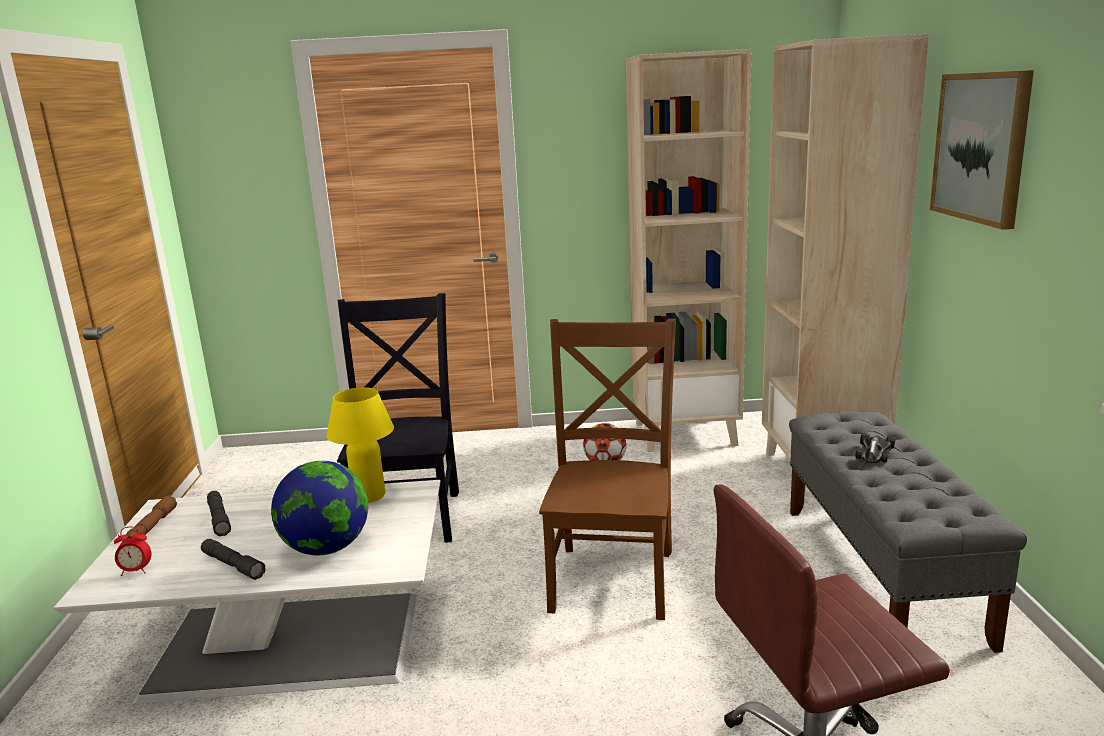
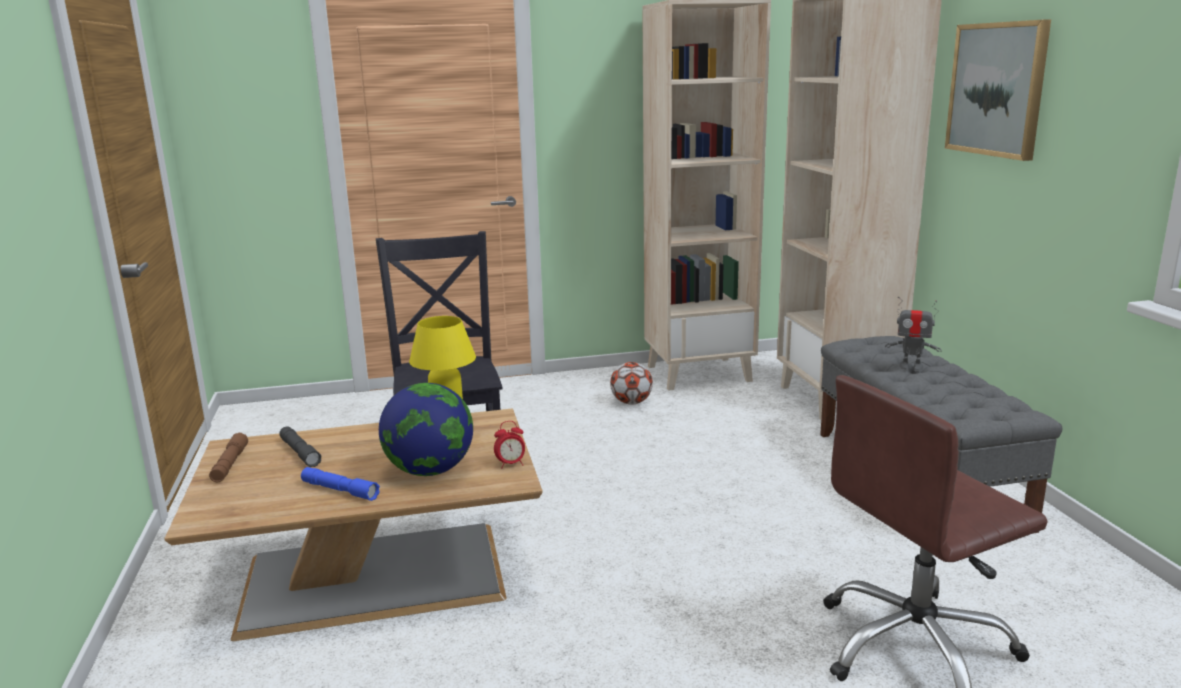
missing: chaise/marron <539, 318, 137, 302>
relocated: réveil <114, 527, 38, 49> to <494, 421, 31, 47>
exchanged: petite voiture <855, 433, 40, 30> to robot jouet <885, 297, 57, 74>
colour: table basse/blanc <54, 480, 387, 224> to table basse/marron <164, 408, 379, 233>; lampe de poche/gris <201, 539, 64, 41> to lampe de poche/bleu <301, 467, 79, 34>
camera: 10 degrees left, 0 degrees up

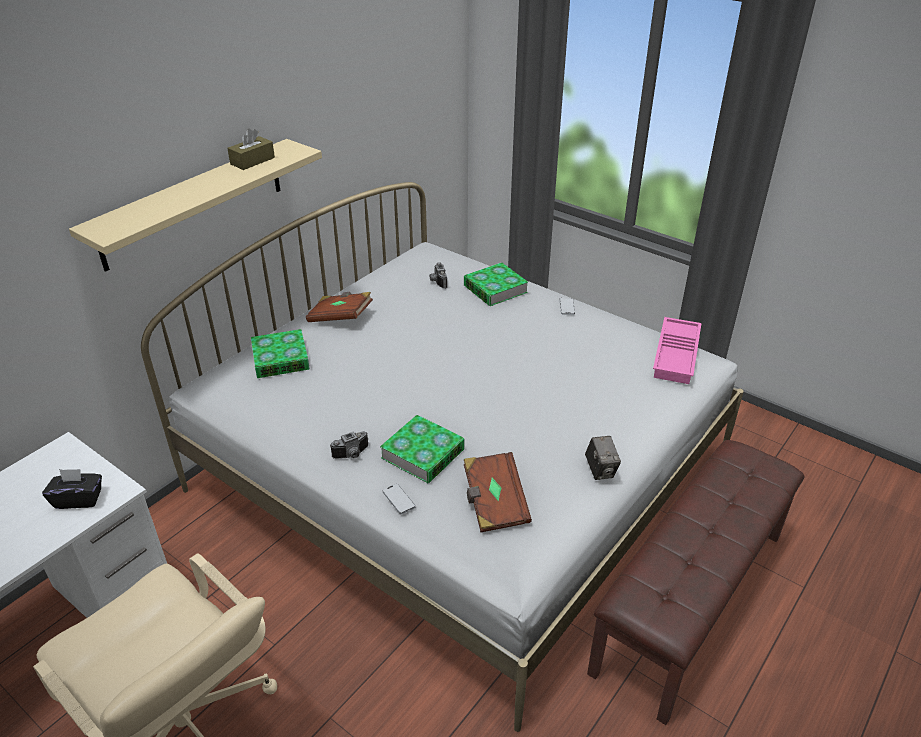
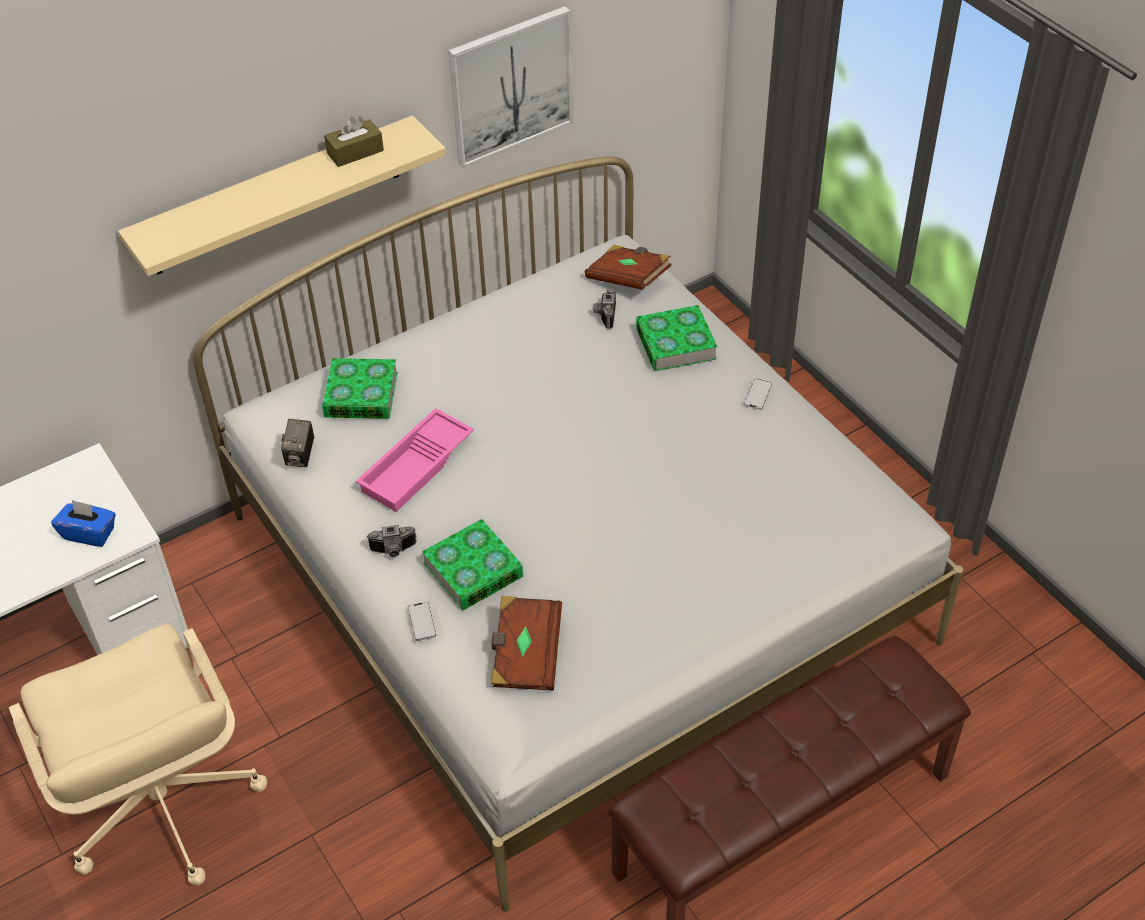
appeared: tableau <448, 6, 125, 162>
relocated: livre/marron <306, 292, 67, 30> to <585, 245, 87, 45>; plateau/rose <653, 317, 49, 67> to <356, 408, 118, 104>; appareil photo <585, 436, 36, 44> to <281, 419, 33, 48>
colour: boîte à mouchoirs/noir <42, 469, 60, 40> to boîte à mouchoirs/bleu <51, 500, 64, 47>
camera: 20 degrees right, 10 degrees up

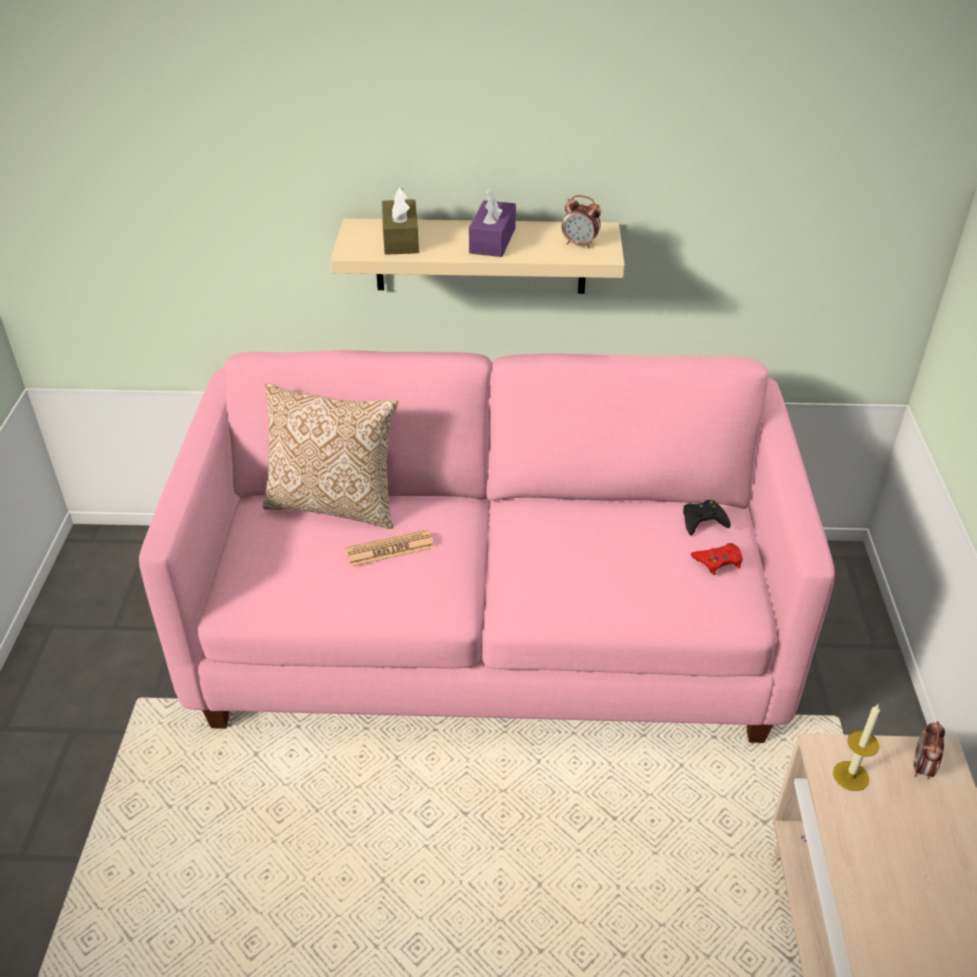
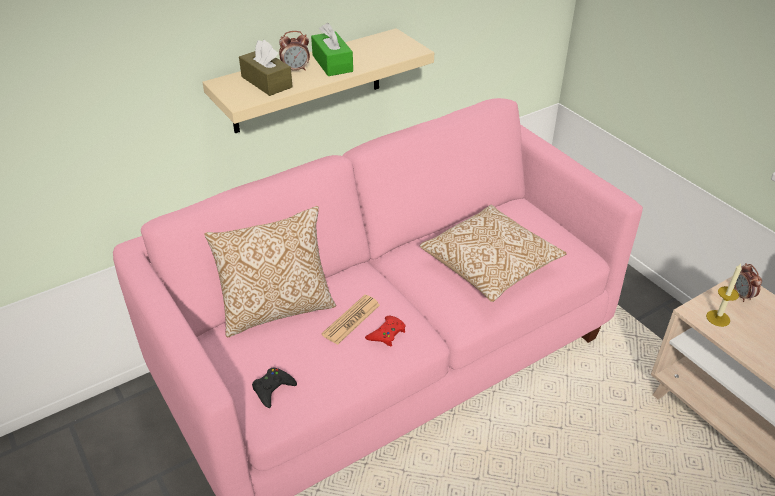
appeared: coussin <420, 205, 147, 97>
relocated: réveil <562, 195, 39, 53> to <279, 31, 31, 40>; manette/noir <683, 500, 48, 35> to <252, 367, 45, 41>; manette/rouge <691, 543, 52, 32> to <365, 316, 40, 30>
colour: boîte à mouchoirs/violet <469, 189, 47, 68> to boîte à mouchoirs/vert <311, 23, 42, 53>
camera: 35 degrees left, 0 degrees up

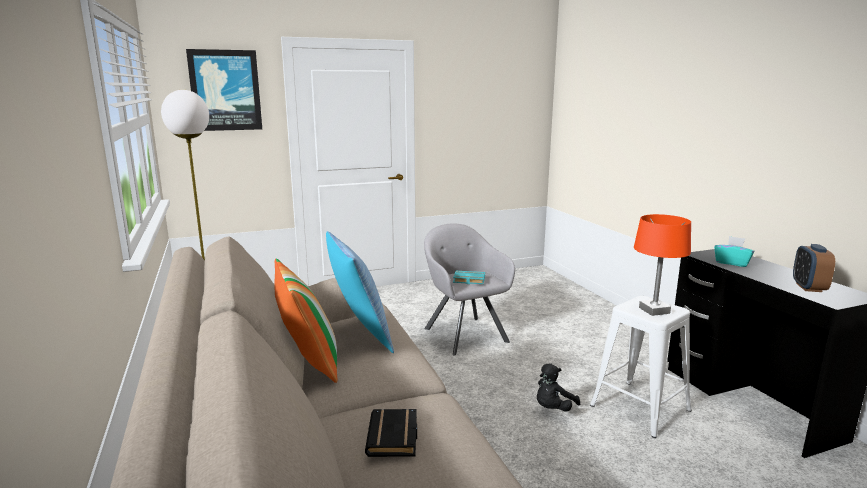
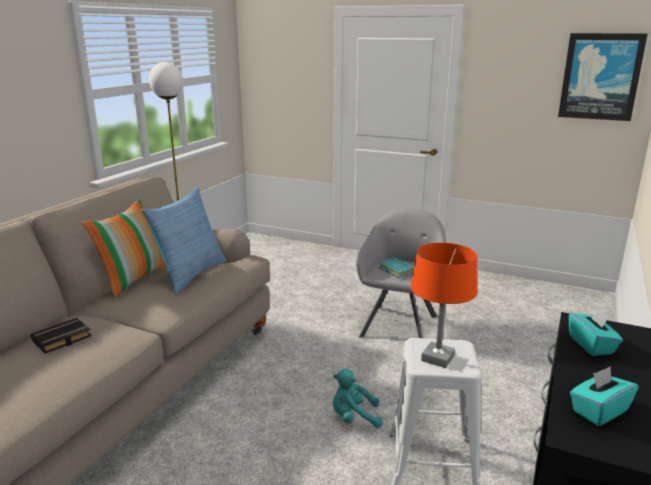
relocated: tableau <186, 49, 76, 82> to <558, 33, 90, 88>
exchanged: réveil <793, 244, 42, 48> to boîte à mouchoirs/turquoise <570, 366, 68, 60>
colour: peluche/noir <537, 364, 43, 48> to peluche/turquoise <333, 369, 50, 59>
camera: 45 degrees right, 5 degrees up

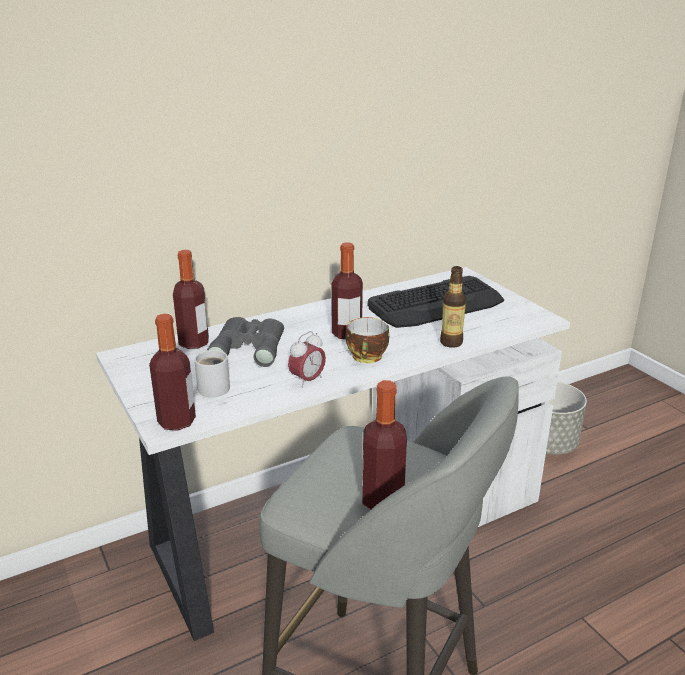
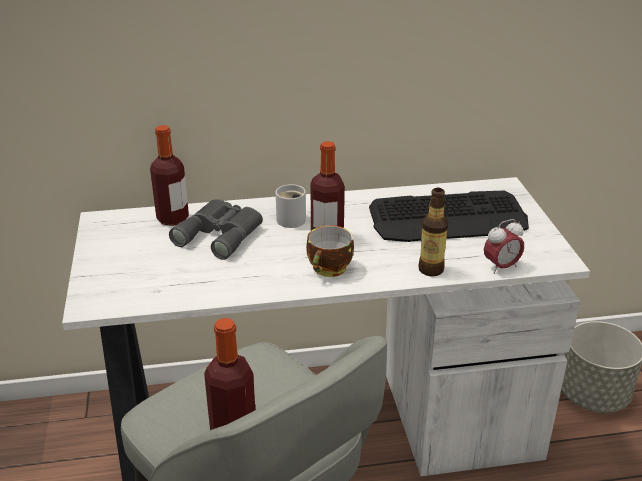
missing: bouteille <149, 314, 47, 117>
relocated: réveil <288, 331, 38, 57> to <484, 219, 40, 55>; mug/blanc <194, 350, 36, 47> to <276, 184, 30, 44>
camera: 20 degrees right, 5 degrees up

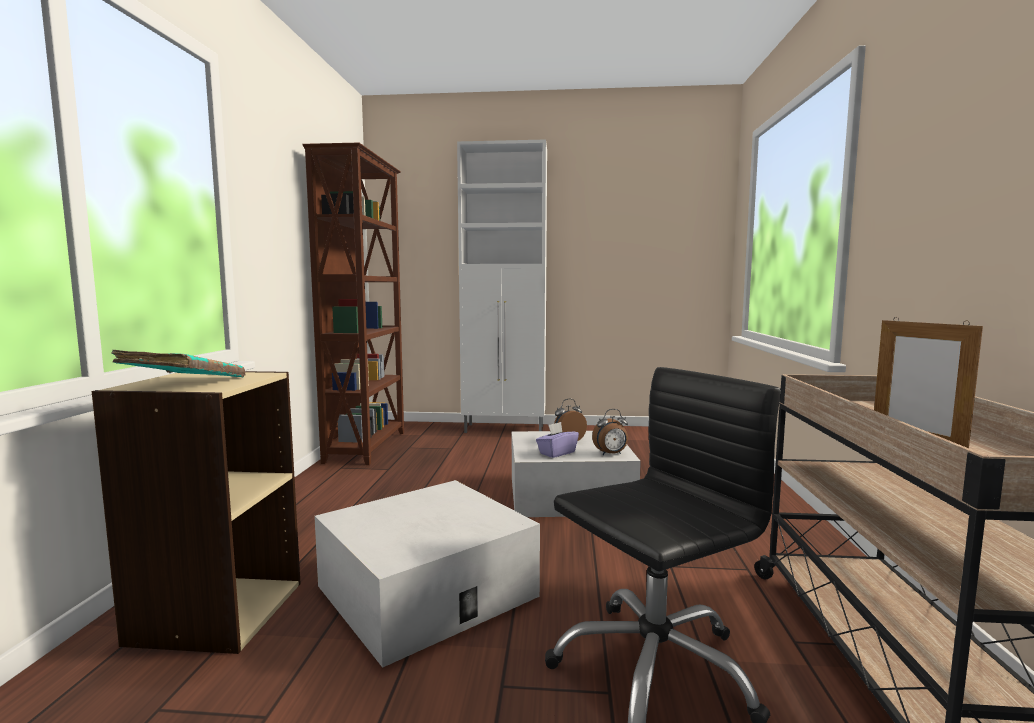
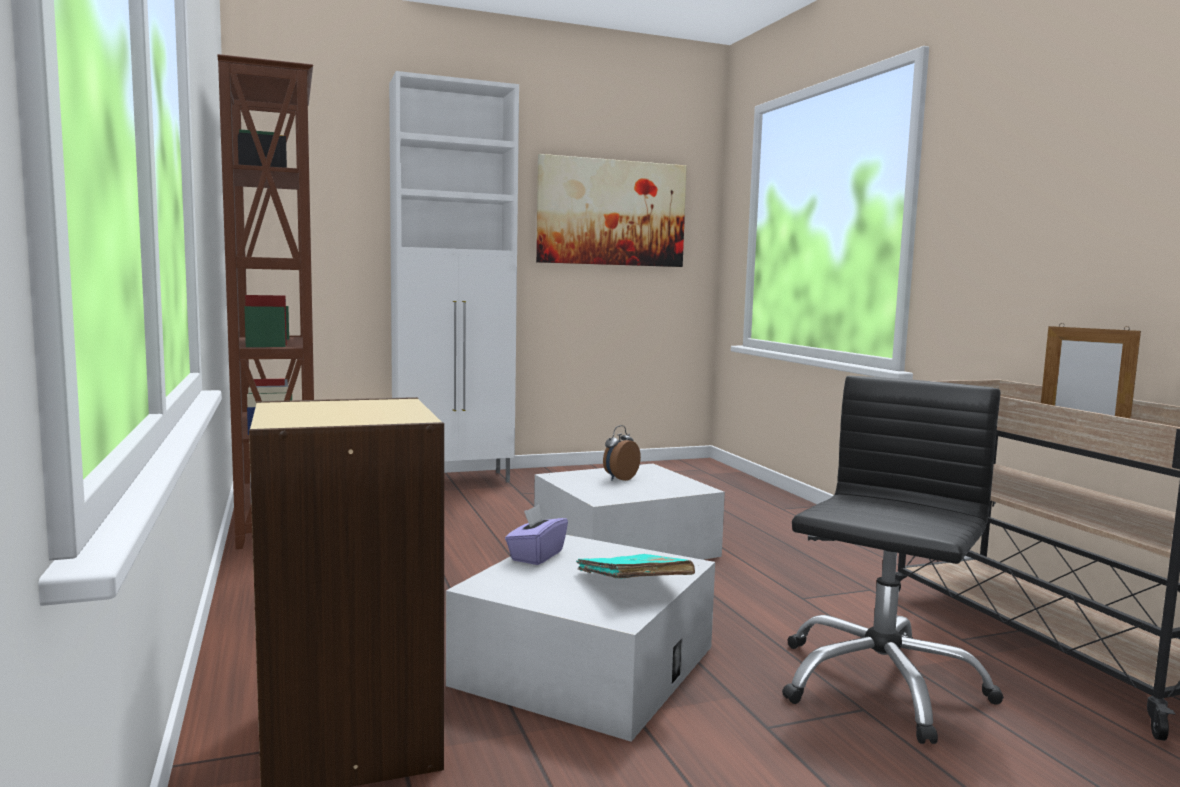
missing: réveil <592, 409, 36, 46>
appeared: tableau <536, 154, 151, 113>
relocated: livre/turquoise <111, 350, 135, 27> to <576, 554, 119, 25>; boîte à mouchoirs/violet <536, 422, 43, 36> to <505, 505, 63, 60>
camera: 25 degrees left, 0 degrees up

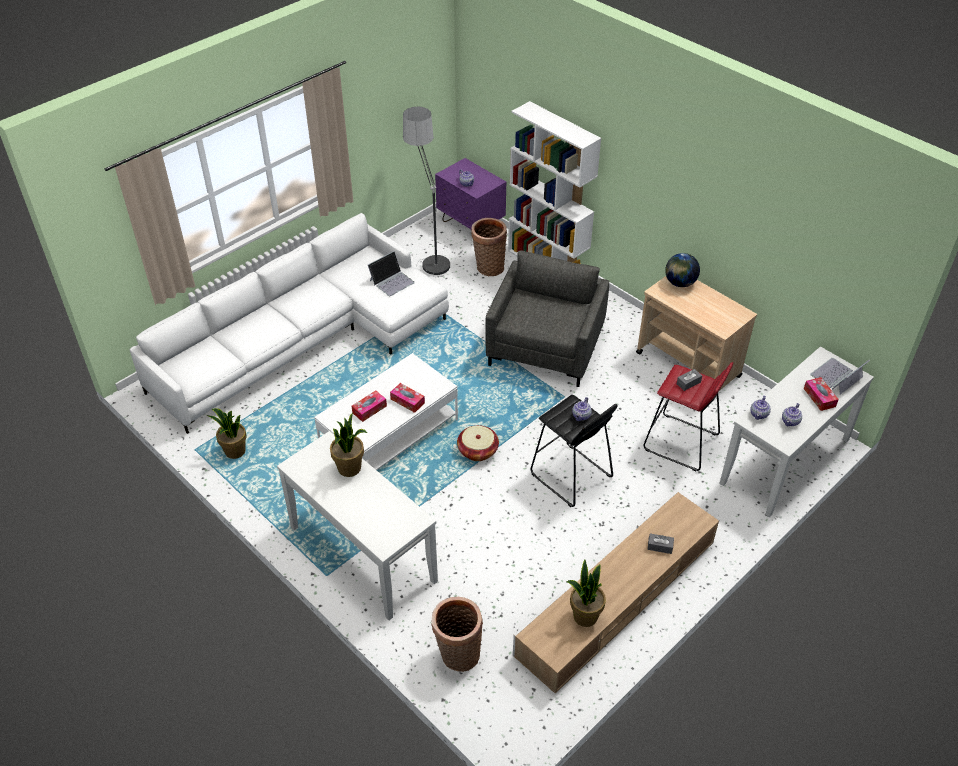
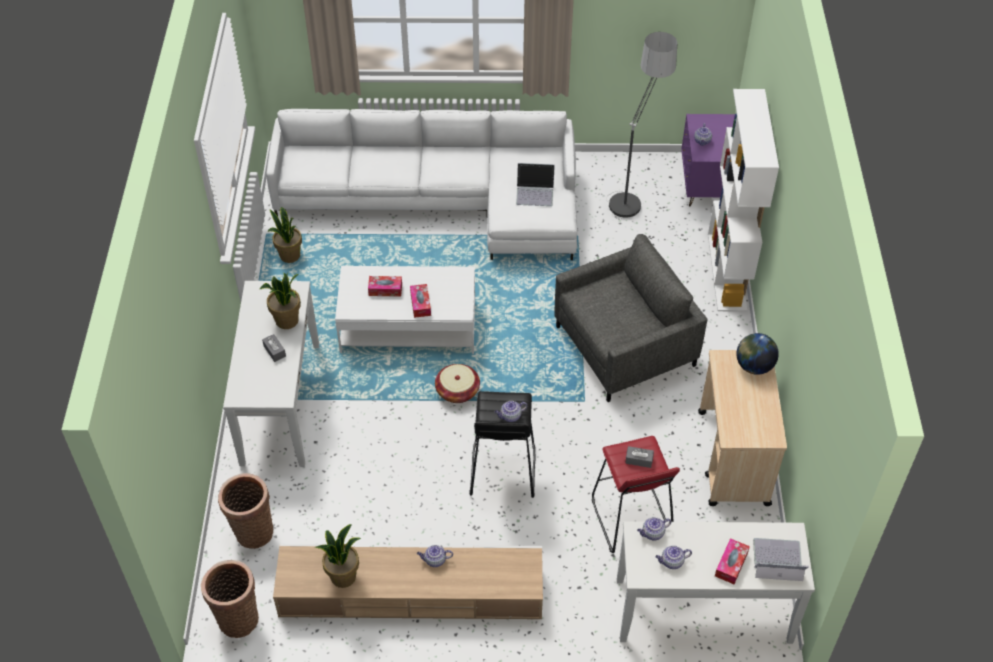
appeared: théière <417, 545, 36, 22>
relocated: panier <471, 218, 36, 58> to <201, 560, 58, 78>; boîte à mouchoirs/gris <647, 534, 27, 20> to <262, 334, 24, 28>
camera: 45 degrees right, 5 degrees up

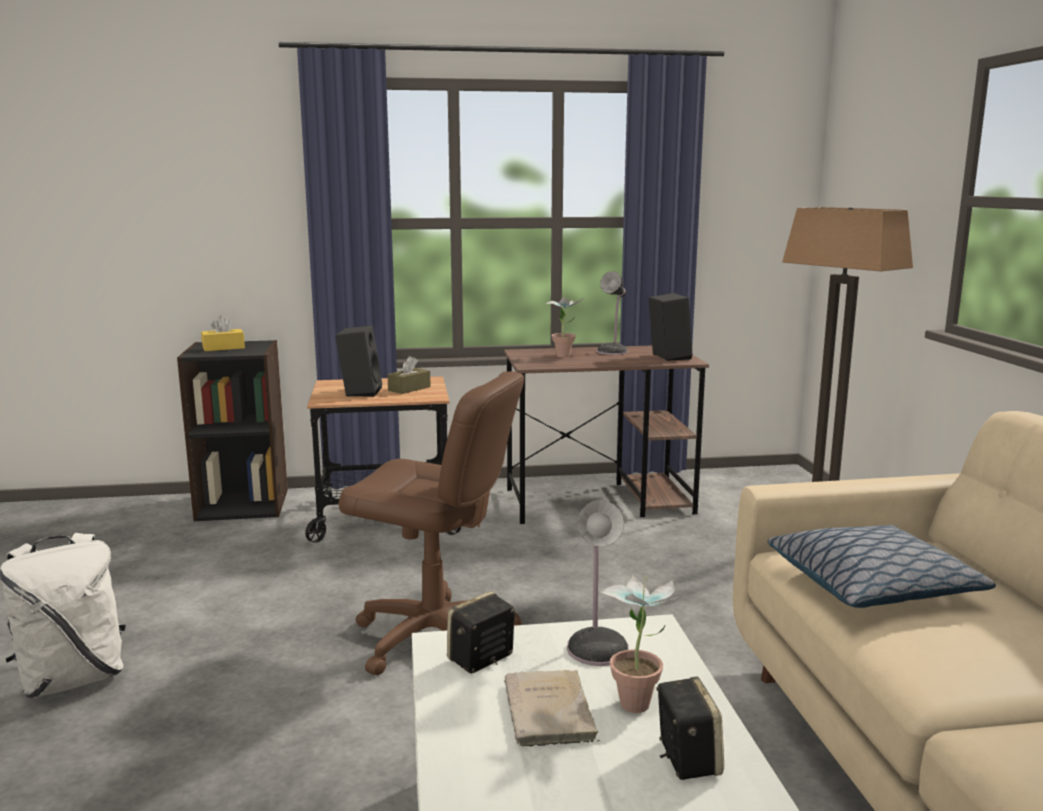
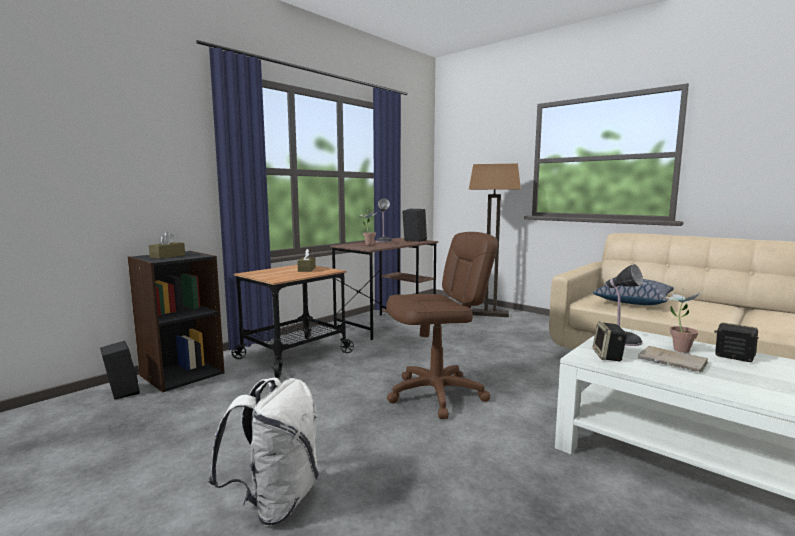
relocated: enceinte/noir <335, 325, 47, 72> to <100, 341, 40, 58>
colour: boîte à mouchoirs/jaune <201, 316, 44, 35> to boîte à mouchoirs/marron <149, 232, 36, 27>
camera: 40 degrees left, 5 degrees down

